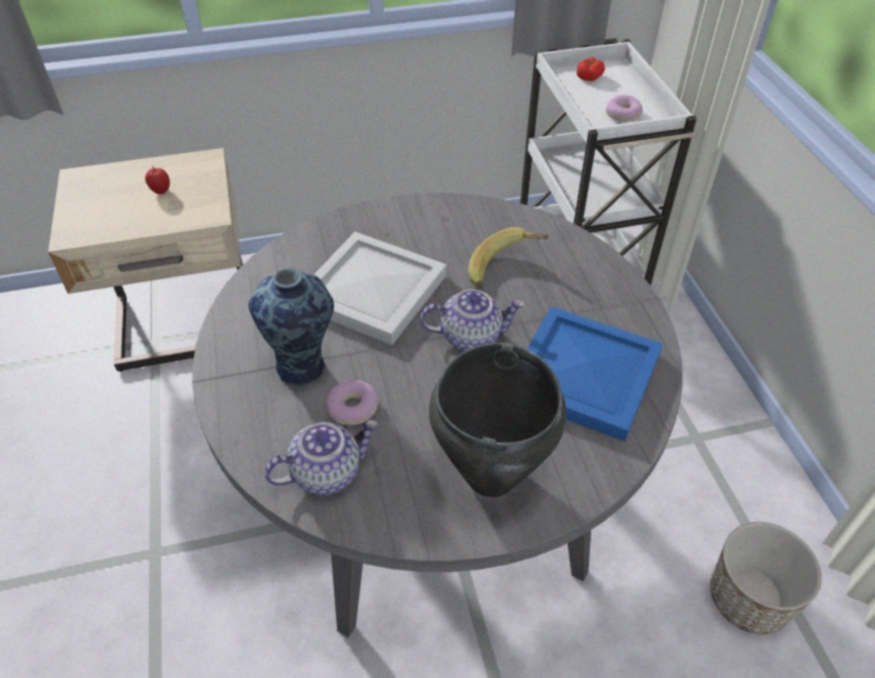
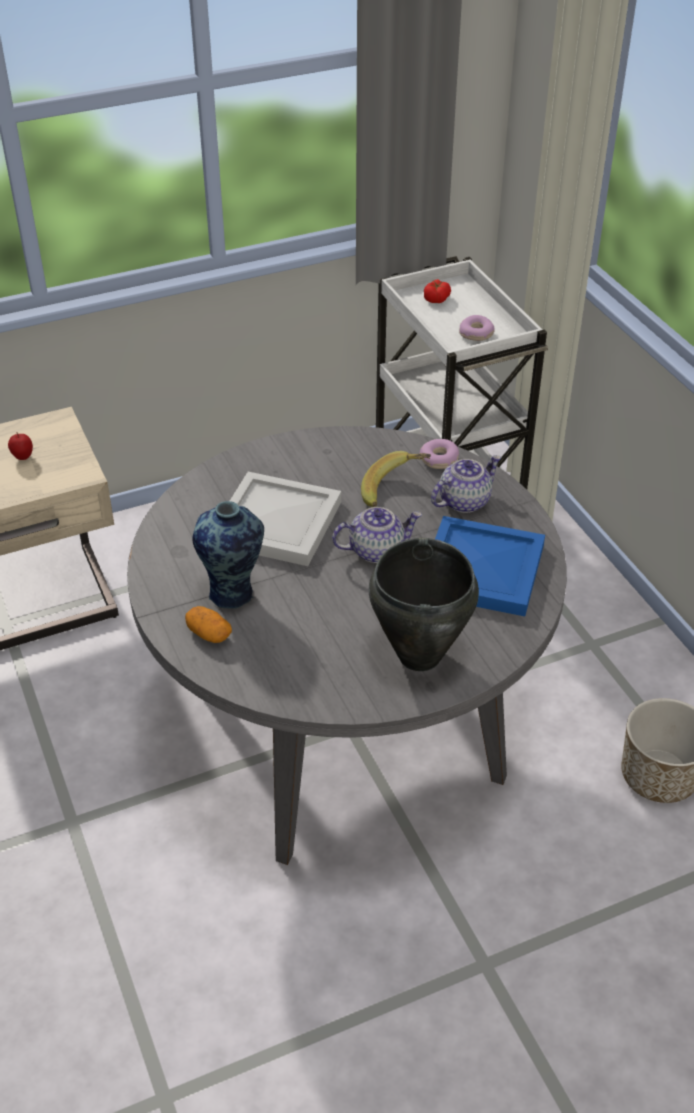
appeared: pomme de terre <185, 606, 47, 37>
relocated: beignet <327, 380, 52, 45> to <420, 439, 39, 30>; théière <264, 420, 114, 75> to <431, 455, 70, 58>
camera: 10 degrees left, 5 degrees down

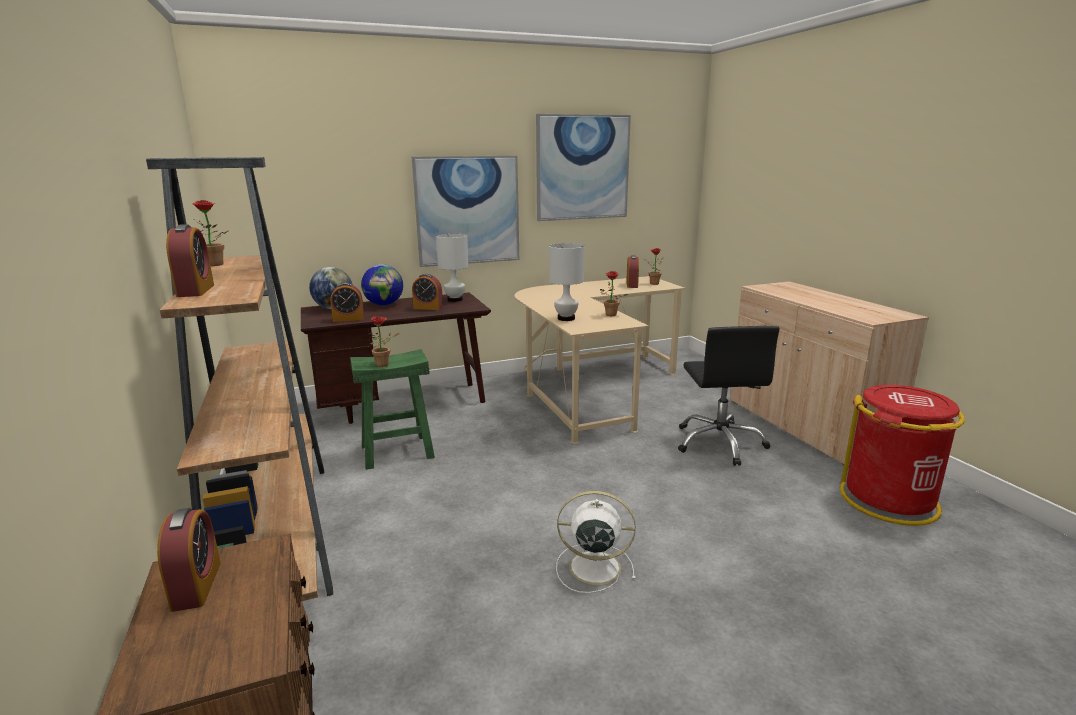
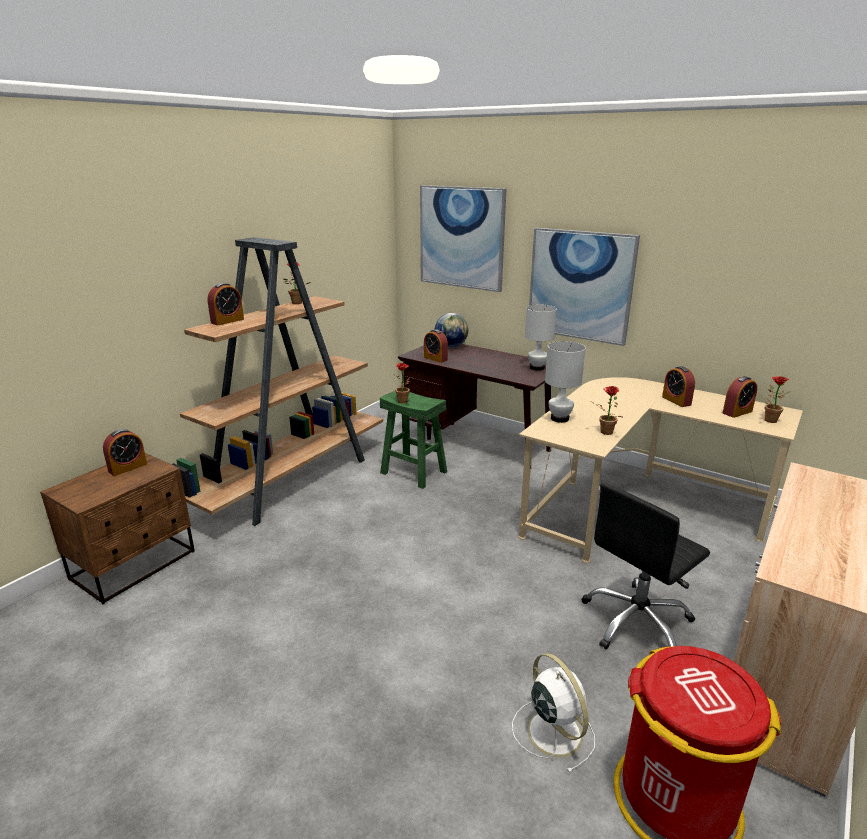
missing: globe <361, 264, 42, 42>
relocated: tableau <536, 114, 95, 107> to <420, 185, 87, 107>; réveil <412, 274, 31, 36> to <662, 366, 33, 41>; ventilateur/blanc <556, 491, 80, 102> to <512, 653, 83, 120>
camera: 55 degrees right, 5 degrees up

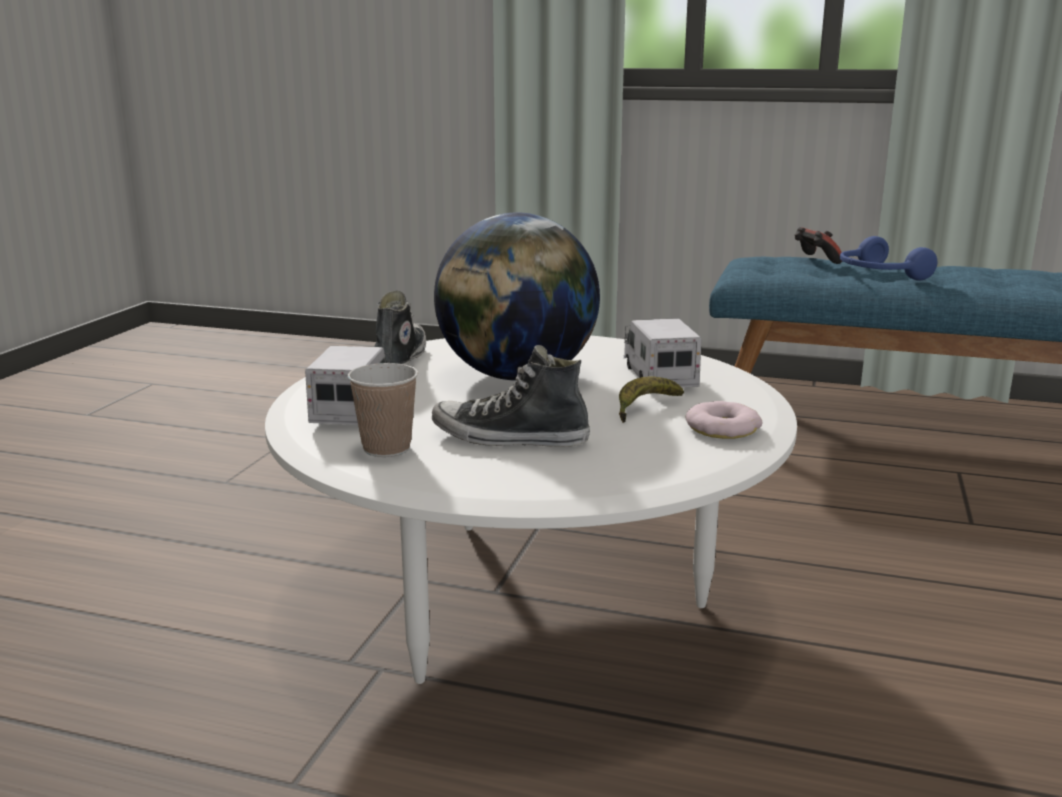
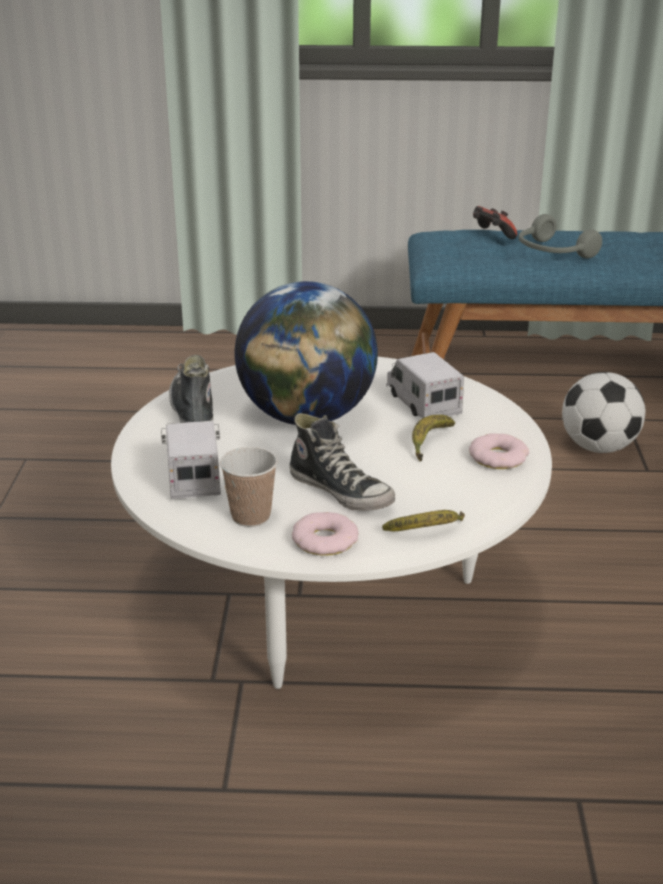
appeared: ballon de foot <562, 372, 83, 81>; banane <382, 510, 83, 21>; beignet <292, 512, 67, 44>
colour: casque audio/bleu <840, 236, 97, 44> to casque audio/gris <518, 214, 84, 44>
spun: chaussure <432, 345, 158, 102> = <289, 413, 106, 98> 135 degrees counterclockwise
camera: 15 degrees left, 10 degrees up

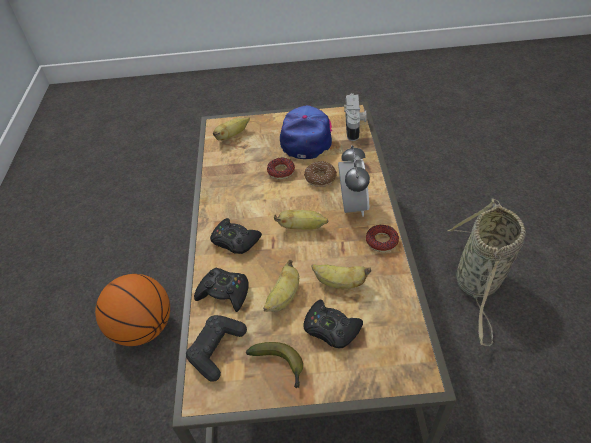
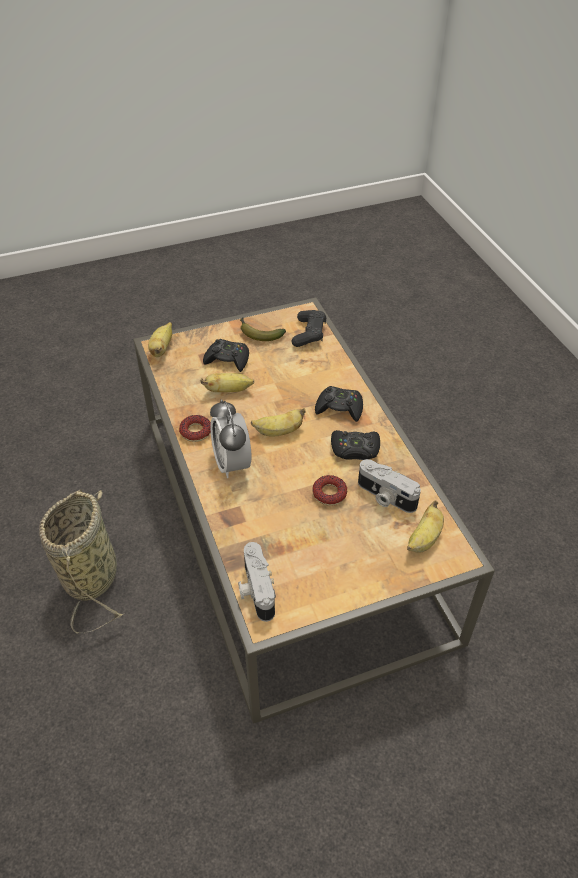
missing: casquette <280, 105, 52, 54>; beignet <304, 161, 33, 26>; ballon de basket <95, 274, 75, 72>
appeared: appareil photo <358, 459, 63, 54>
relocated: banane <263, 260, 36, 52> to <148, 322, 24, 35>; manette/noir <194, 267, 54, 45> to <331, 430, 49, 30>
camera: 160 degrees right, 0 degrees up

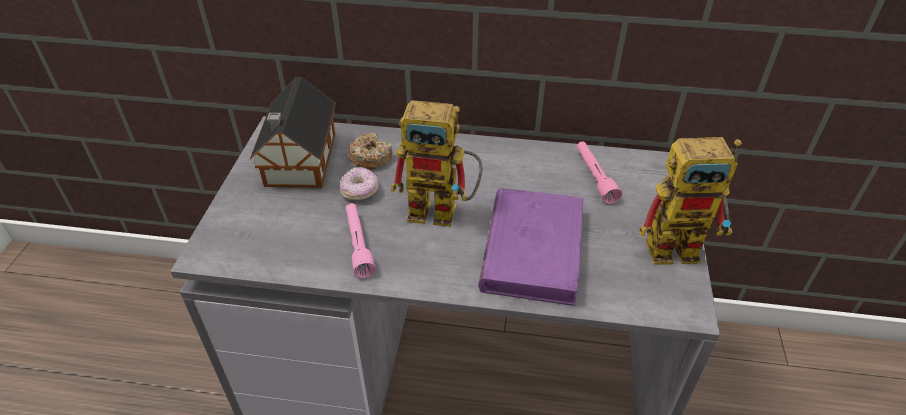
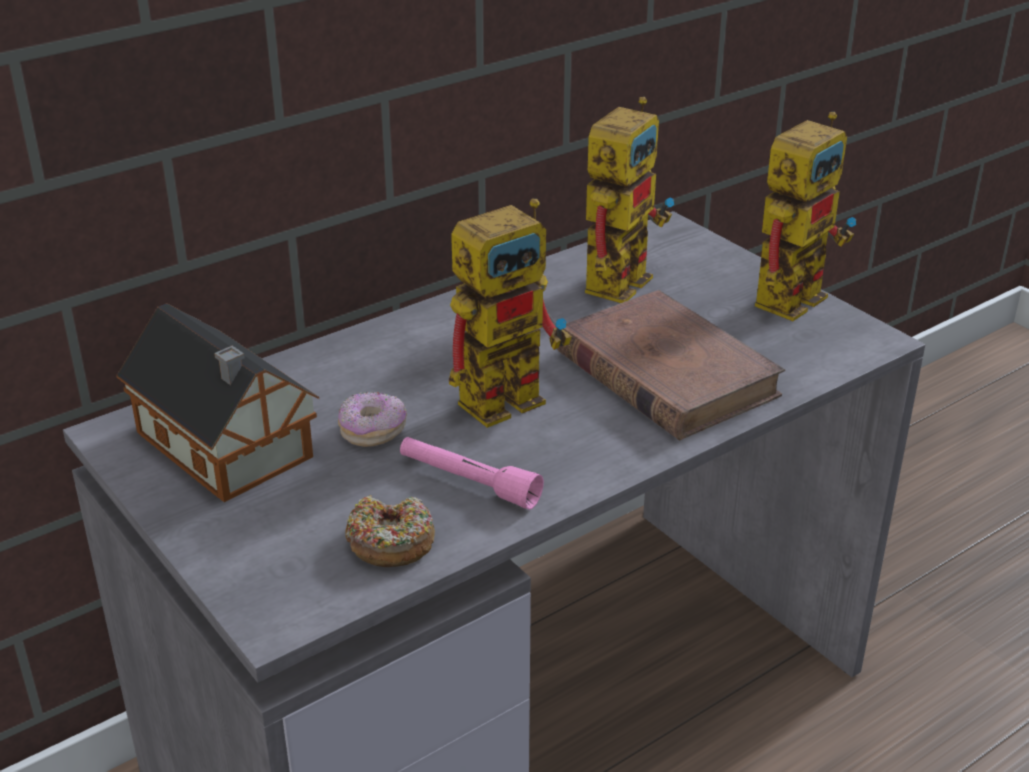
relocated: beignet <348, 133, 45, 37> to <345, 495, 90, 72>
exchanged: lampe de poche/rose <577, 141, 45, 63> to robot jouet <585, 97, 89, 206>
colour: livre/violet <478, 188, 105, 118> to livre/marron <557, 290, 228, 150>
camera: 45 degrees left, 10 degrees down

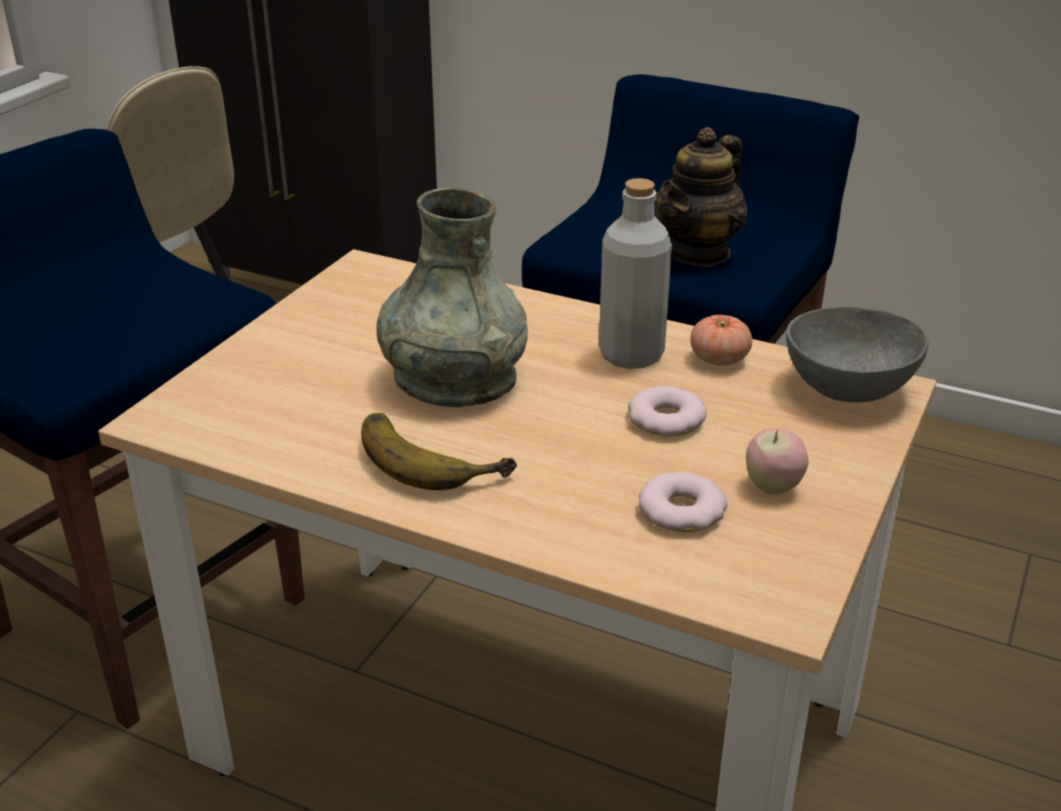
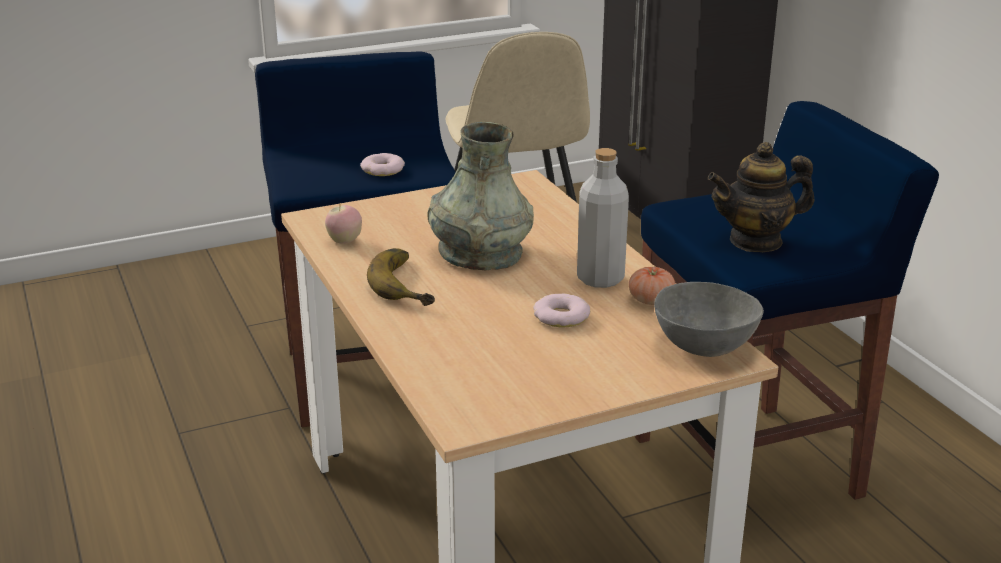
relocated: pomme <746, 428, 62, 66> to <325, 205, 37, 39>; beignet <639, 472, 89, 60> to <360, 153, 45, 23>
camera: 40 degrees right, 5 degrees down

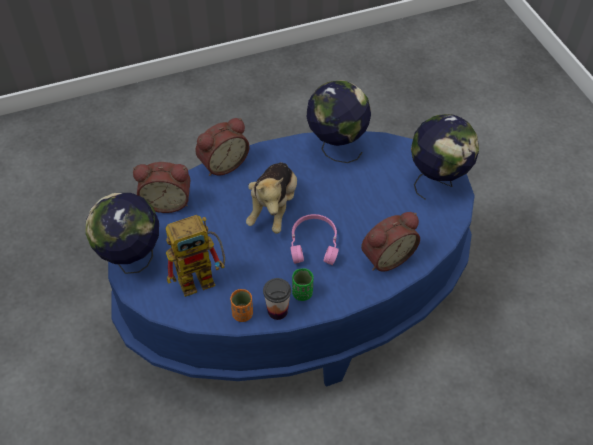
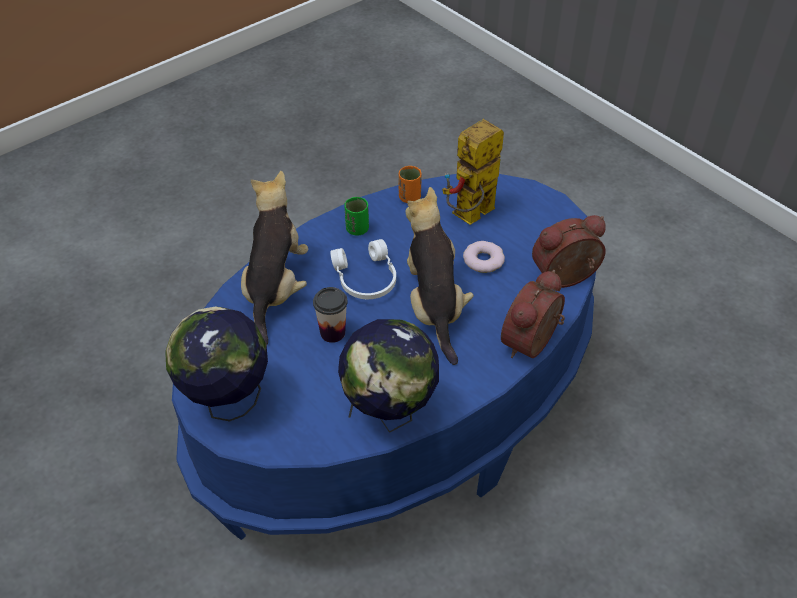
missing: globe <85, 193, 74, 81>
appeared: beignet <463, 241, 42, 32>
relocated: tasse <263, 278, 28, 42> to <313, 287, 35, 56>
exchanged: réveil <361, 212, 59, 60> to peluche <241, 171, 67, 174>
colour: casque audio/rose <291, 214, 48, 51> to casque audio/blanc <331, 239, 65, 60>
camera: 160 degrees right, 5 degrees down

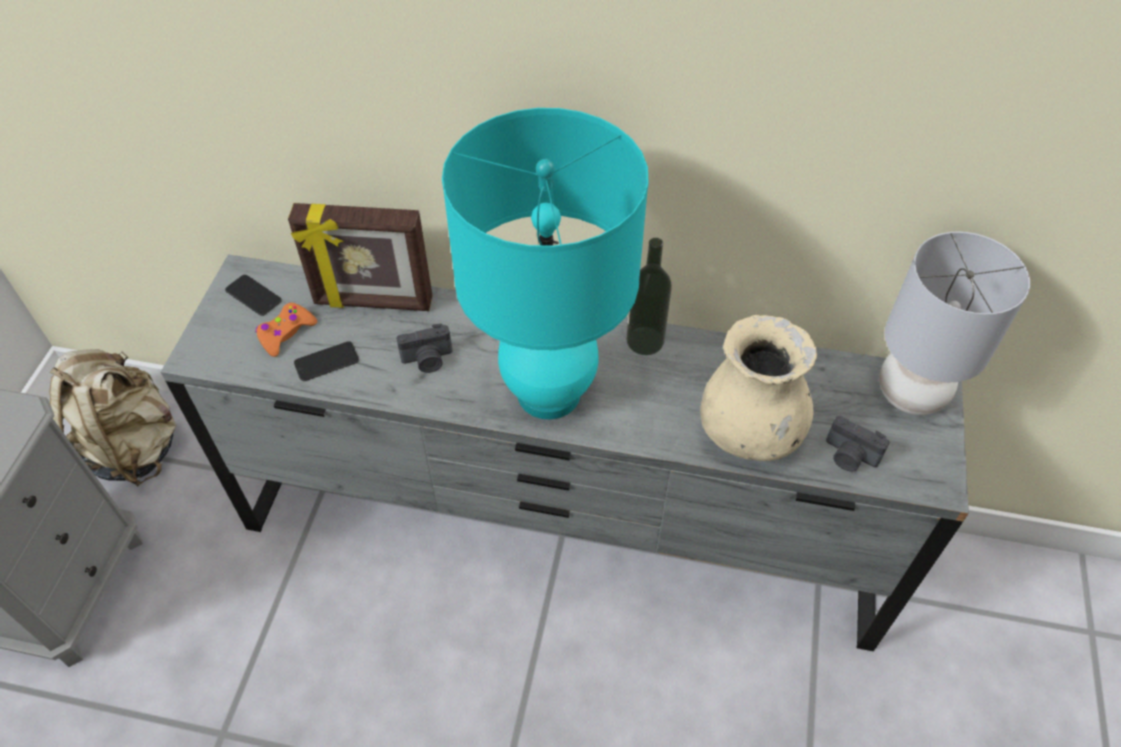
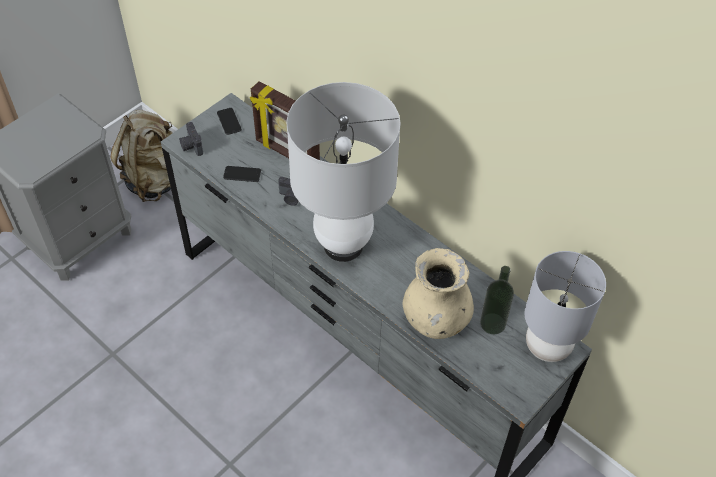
missing: manette/orange <256, 303, 61, 54>
relocated: bouteille <626, 238, 46, 117> to <480, 266, 34, 68>; appareil photo <826, 416, 63, 55> to <179, 122, 24, 34>
colour: lampe de table/turquoise <442, 108, 207, 312> to lampe de table/blanc <286, 82, 115, 180>
camera: 30 degrees right, 0 degrees up

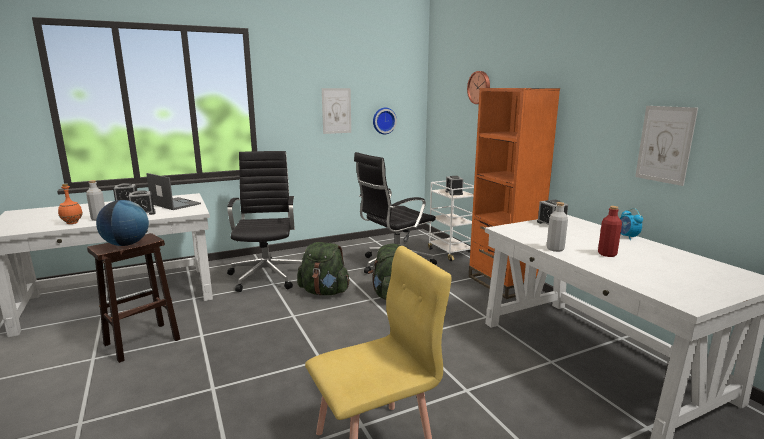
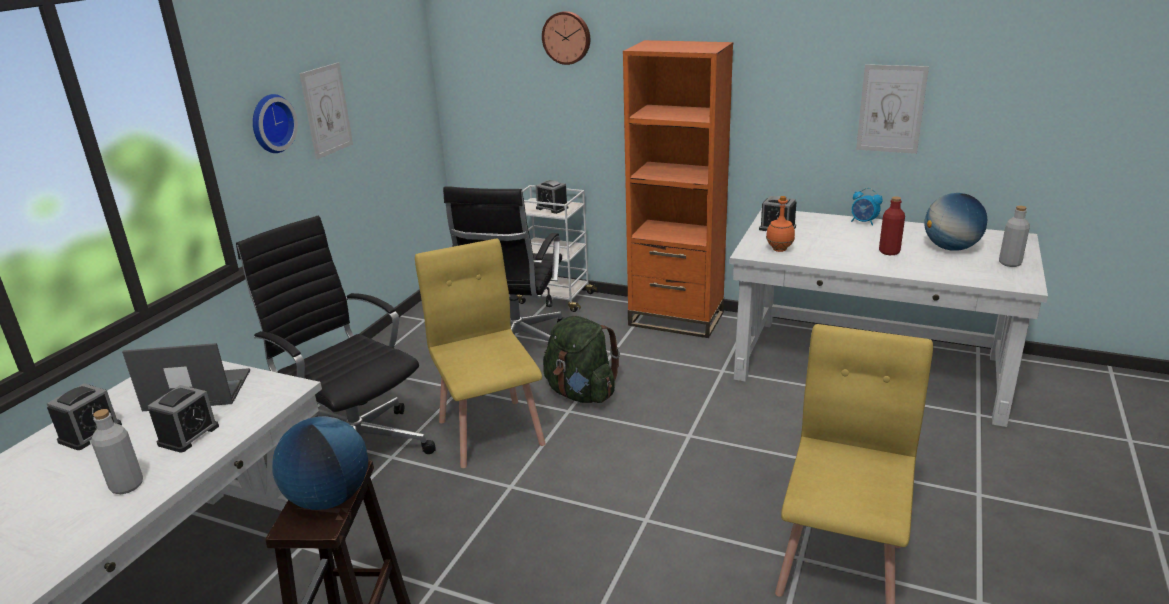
appeared: globe <924, 193, 63, 58>
relocated: horloge murale <373, 108, 24, 26> to <253, 94, 45, 59>; bouteille/orange <58, 184, 25, 40> to <766, 196, 29, 56>; bouteille/gris <547, 202, 21, 50> to <999, 206, 31, 61>
exchanged: sac à dos/vert <297, 242, 53, 53> to chaise/jaune <415, 239, 131, 229>
camera: 40 degrees left, 10 degrees up

